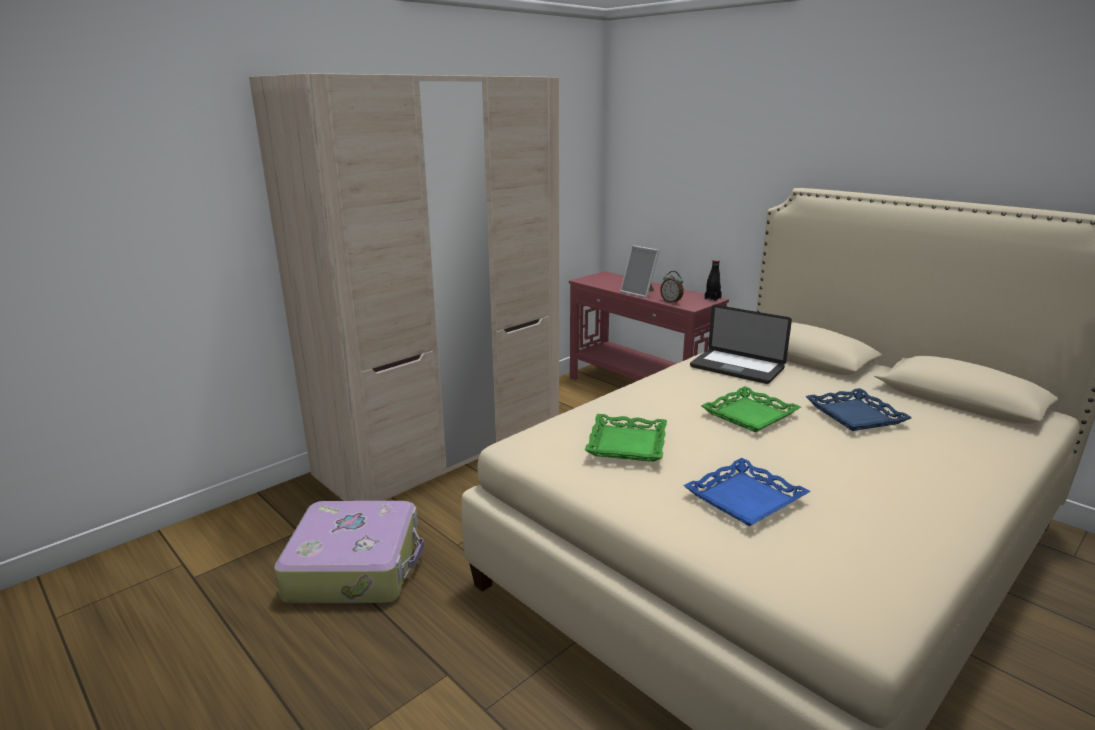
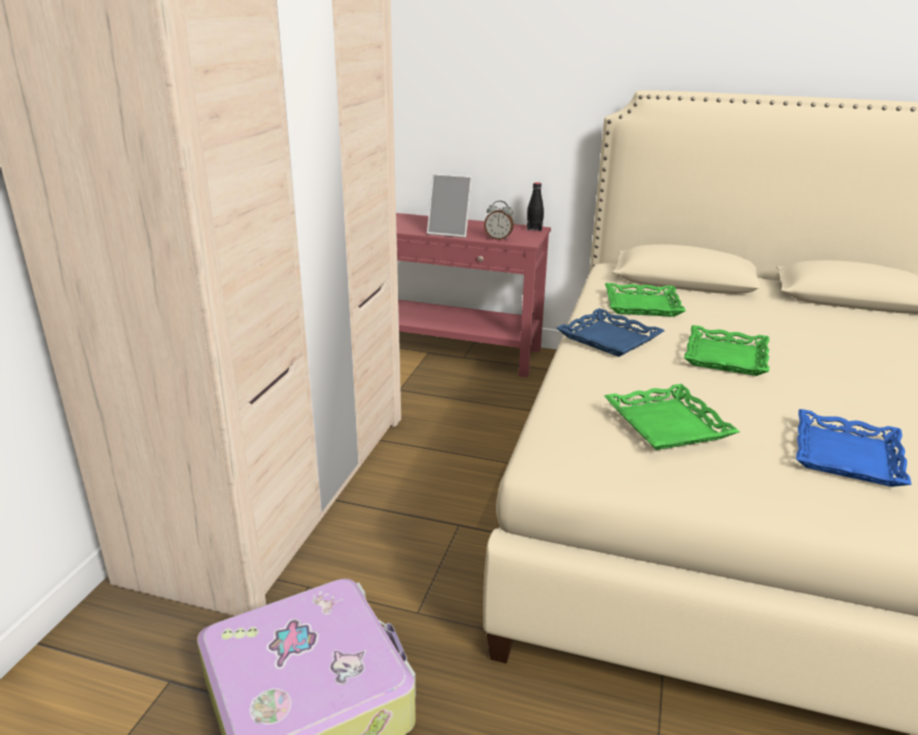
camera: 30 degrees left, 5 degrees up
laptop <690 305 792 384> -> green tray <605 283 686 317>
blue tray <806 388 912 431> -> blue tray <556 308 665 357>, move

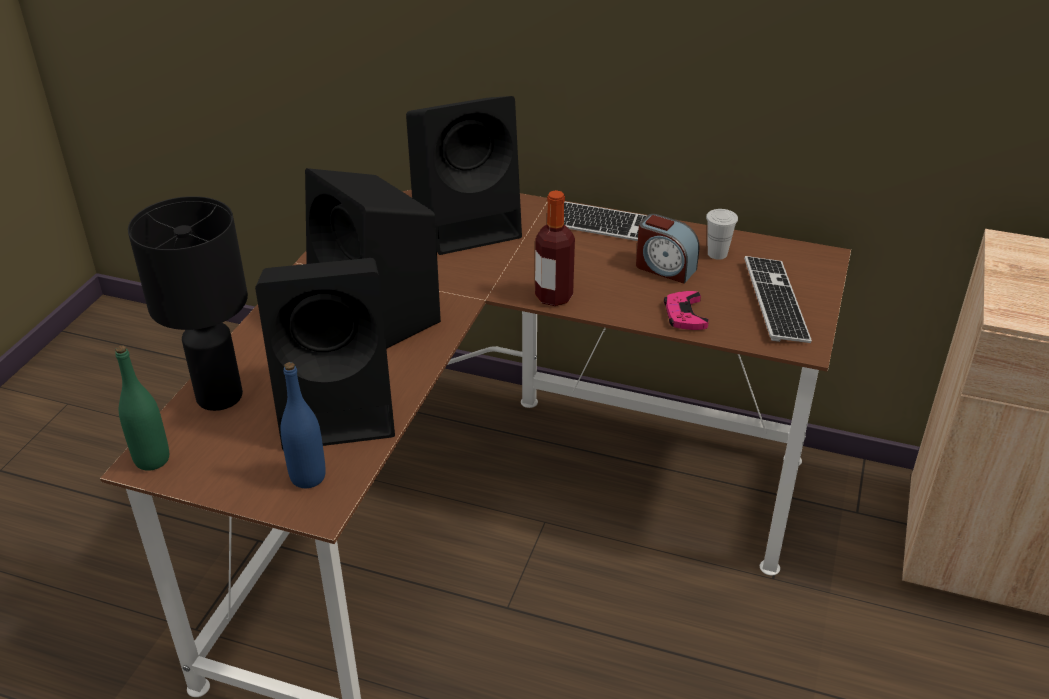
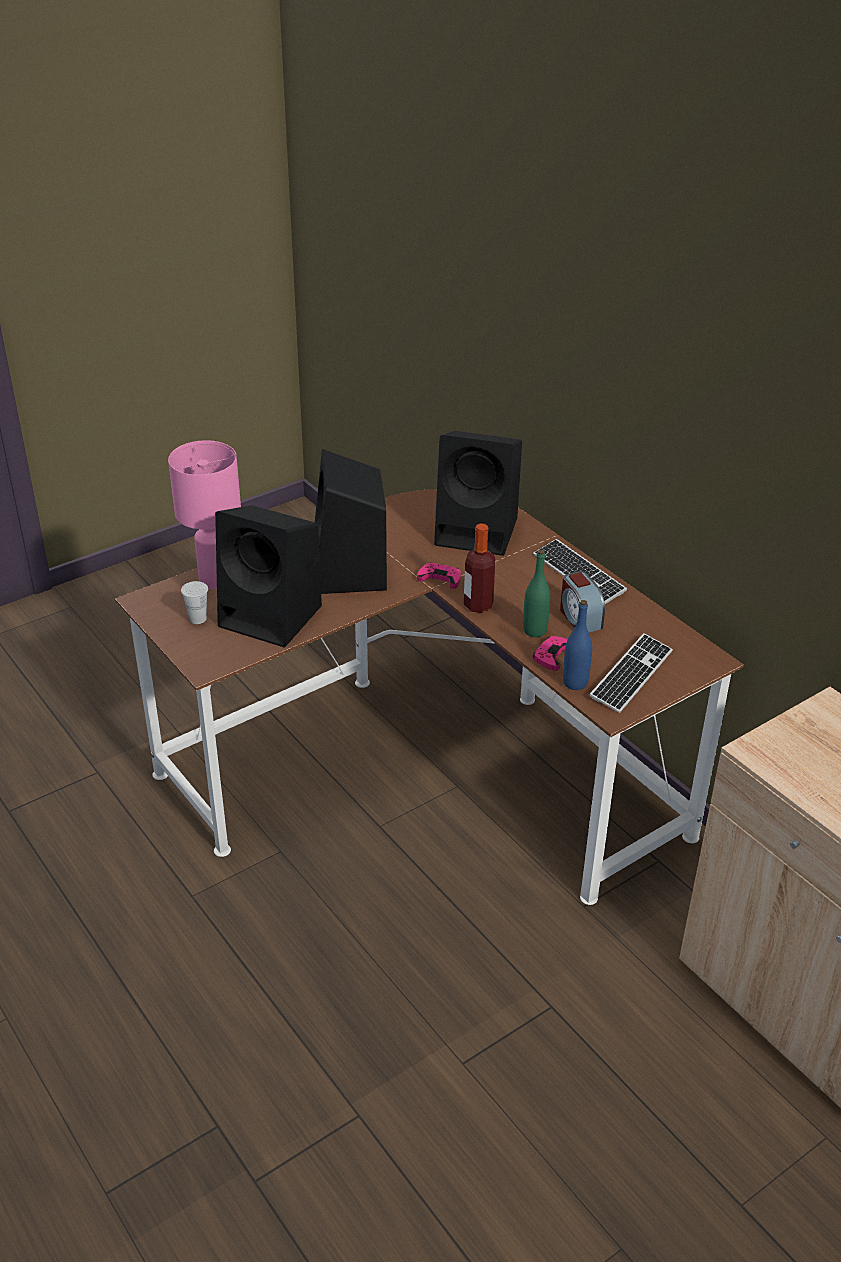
camera: 35 degrees right, 0 degrees up
green bottle <115 345 169 471> -> green bottle <523 549 550 637>, move
black table lamp <128 196 248 411> -> pink table lamp <168 440 241 589>
blue bottle <281 362 326 488> -> blue bottle <563 600 592 690>, move
white cup <706 209 738 260> -> white cup <181 581 208 624>, move
none -> pink game controller <417 563 461 589>

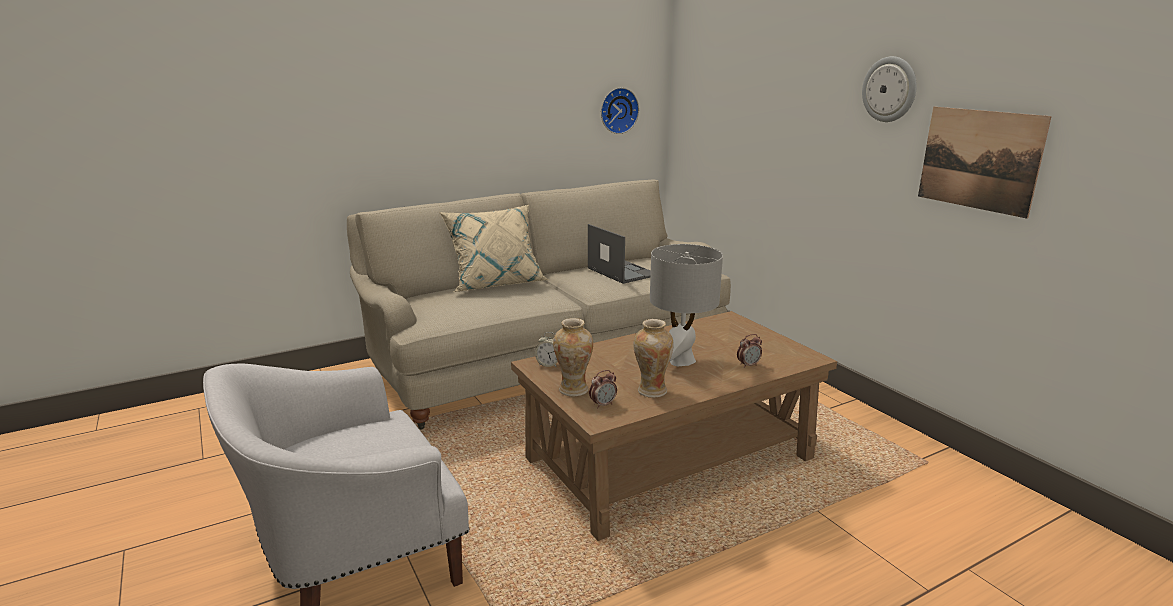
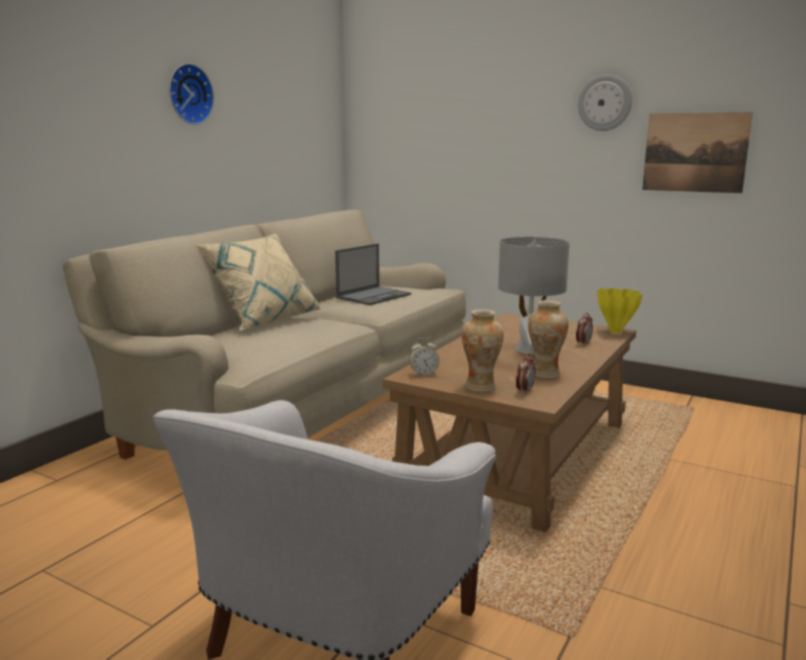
camera: 30 degrees left, 5 degrees down
laptop <588 224 651 284> -> laptop <335 244 411 305>, 105 degrees clockwise
wall clock <601 87 639 134> -> wall clock <169 63 214 125>, move
none -> yellow vase <597 288 643 333>

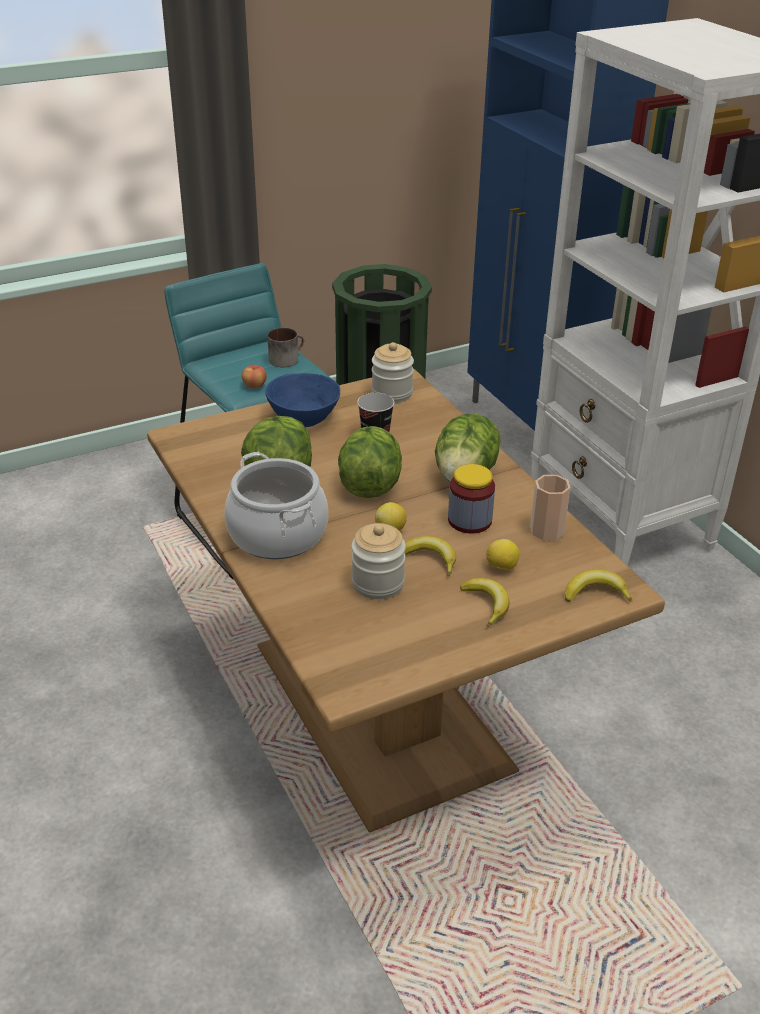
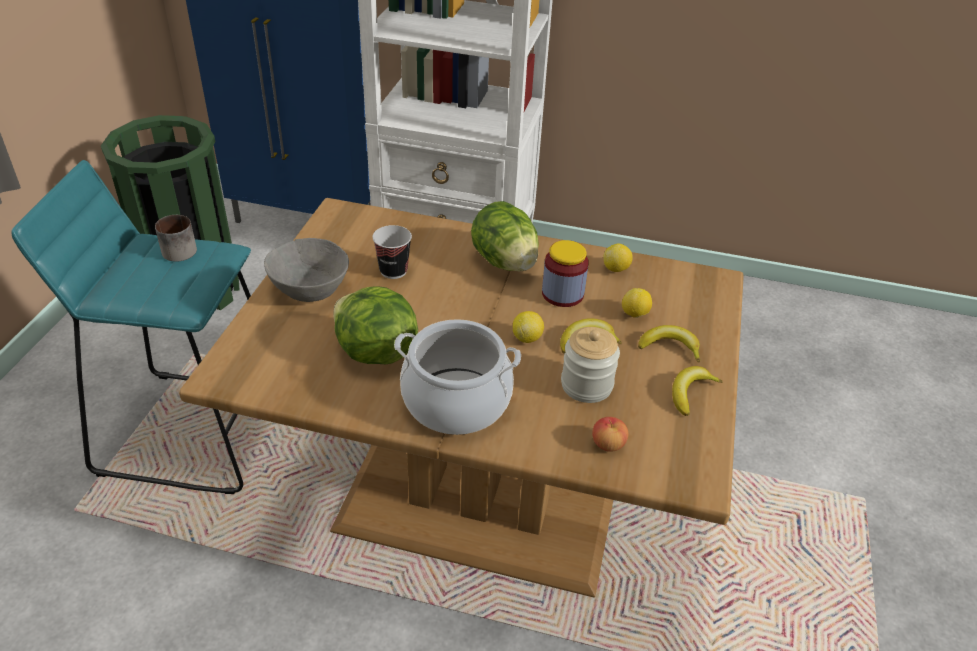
camera: 50 degrees left, 5 degrees up
apple <242 364 267 389> -> apple <592 417 628 452>, move
blue bowl <266 373 340 427> -> grey bowl <264 238 349 302>
lettuce <338 426 402 498> -> none
jar <372 342 414 403> -> none
cup <530 475 571 540> -> lemon <603 244 633 272>
banana <565 570 633 602> -> banana <672 366 722 416>, move

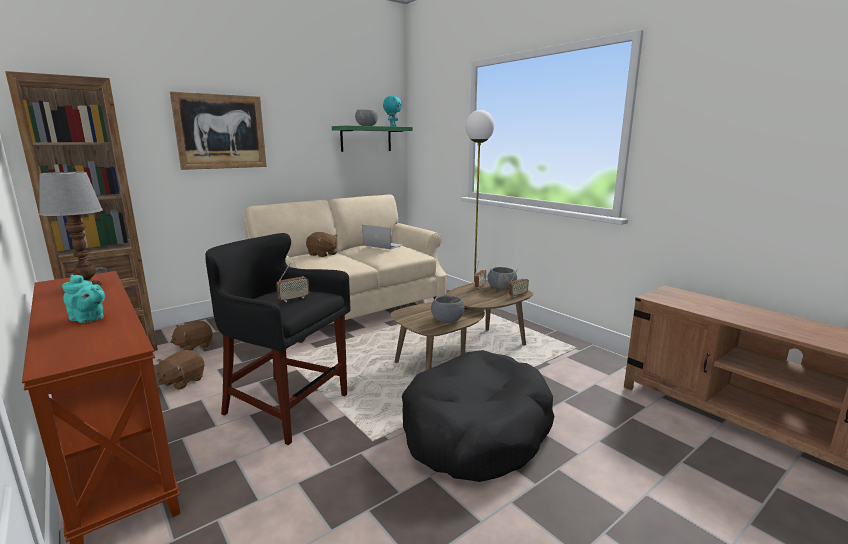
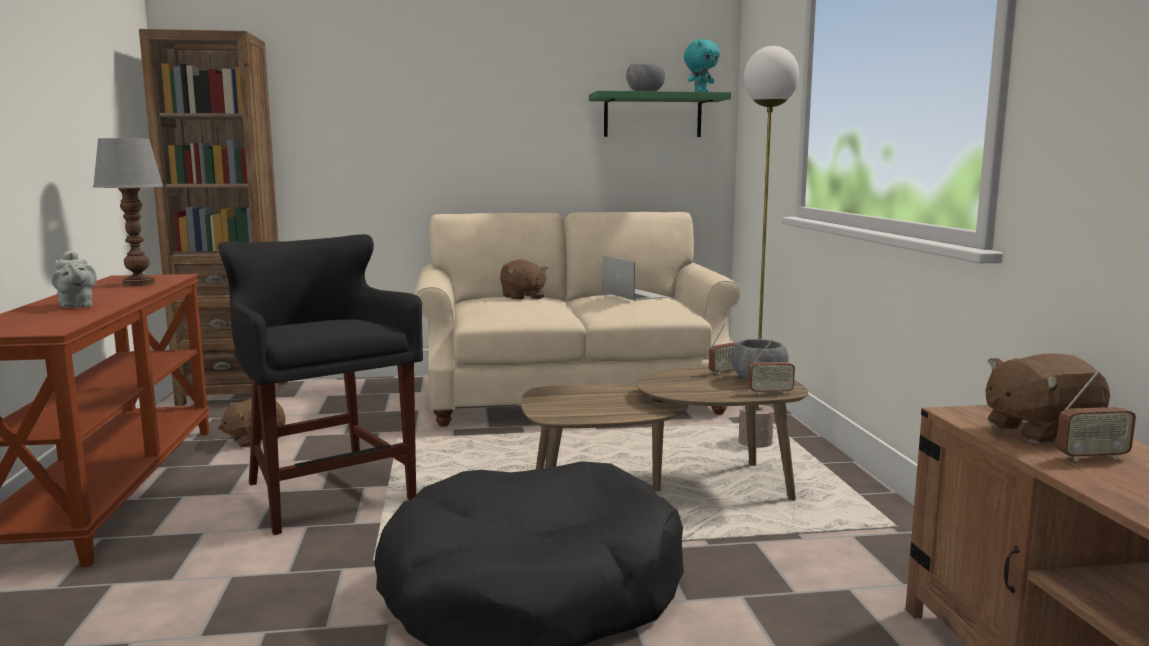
camera: 30 degrees right, 5 degrees down
turquoise teapot <62 275 105 323> -> grey teapot <51 250 97 308>
picture <170 92 267 170> -> none
brown plush toy <170 320 213 351> -> brown plush toy <986 354 1110 443>, move
radio <276 263 309 302> -> radio <1056 371 1136 461>, move
grey bowl <431 295 464 323> -> none

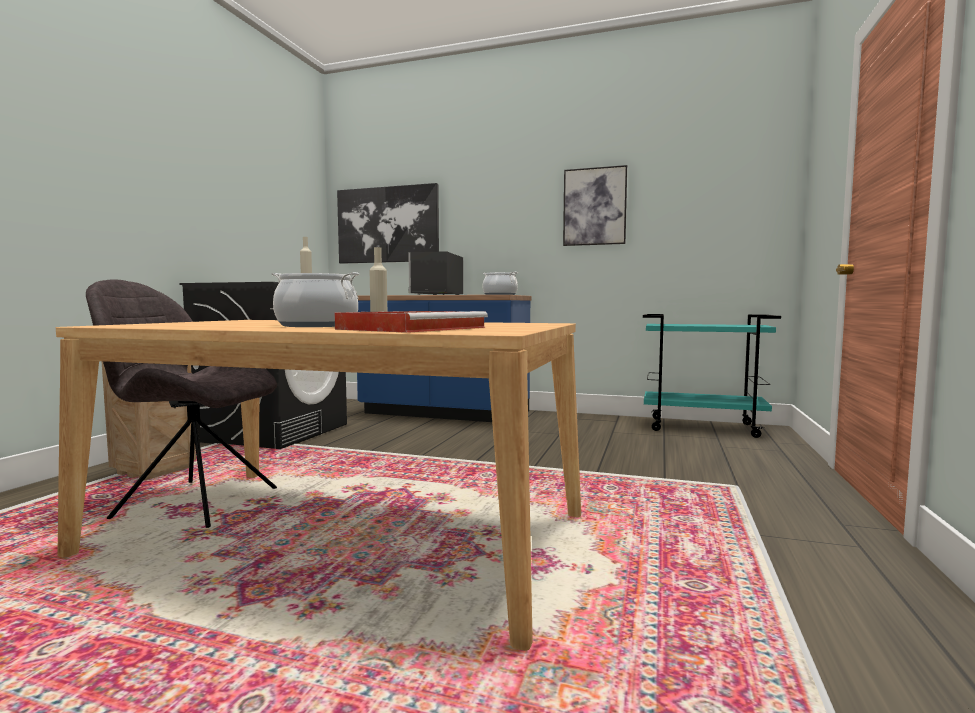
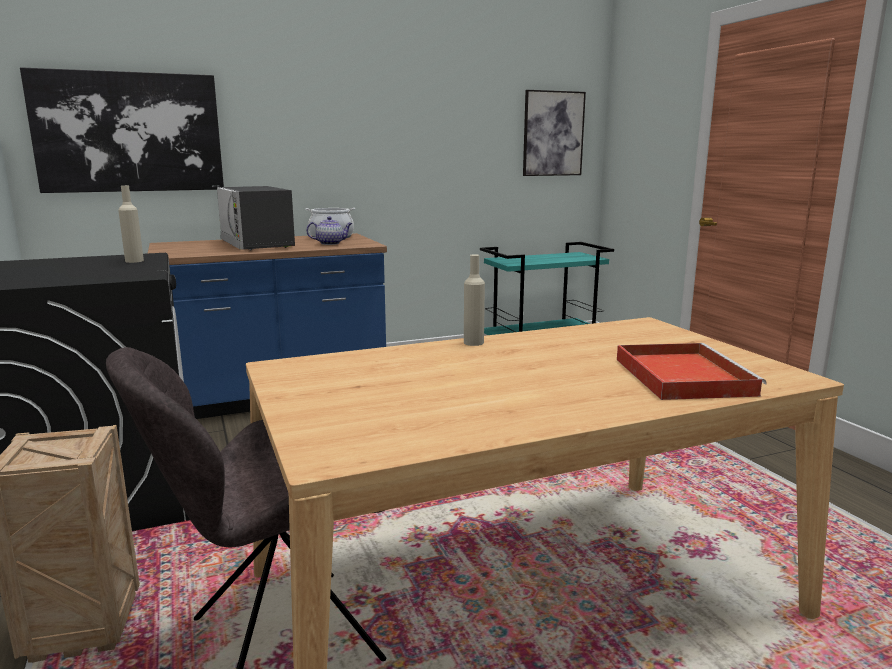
camera: 40 degrees left, 10 degrees up
cooking pot <271 272 360 327> -> none
picture <563 165 627 246> -> picture <523 90 586 176>, move
none -> teapot <306 216 352 245>

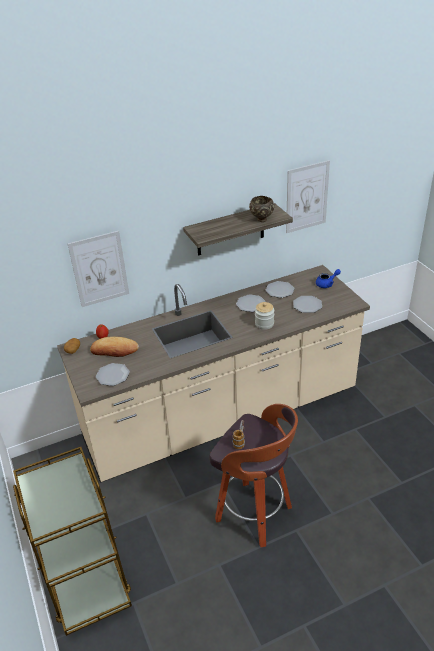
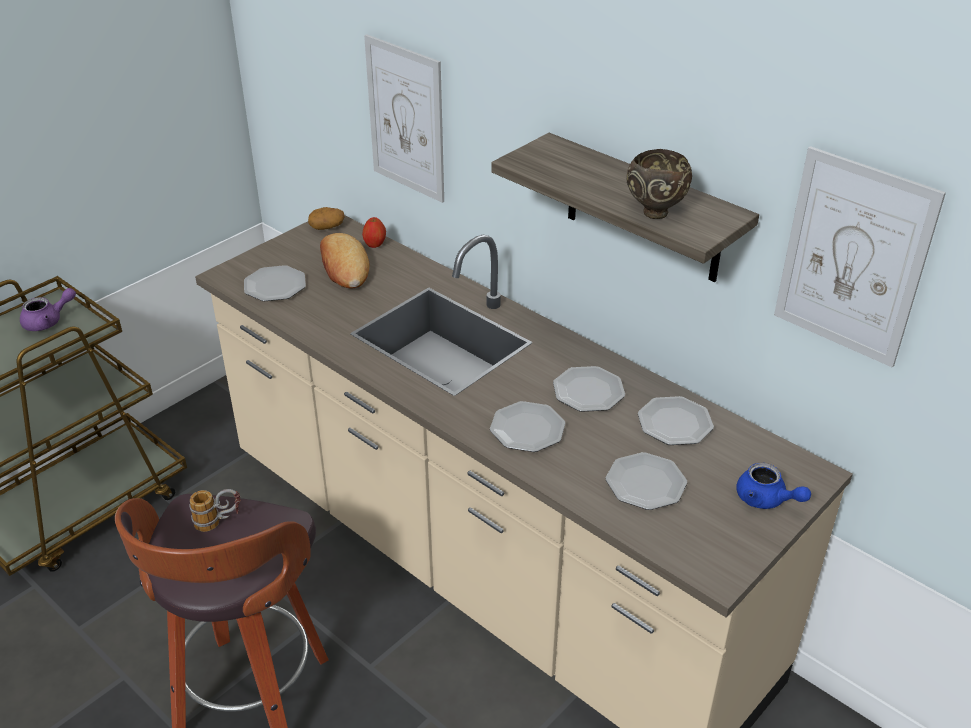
camera: 65 degrees right, 0 degrees up
jar <255 302 274 330> -> plate <490 401 565 452>
none -> purple teapot <20 288 76 331>

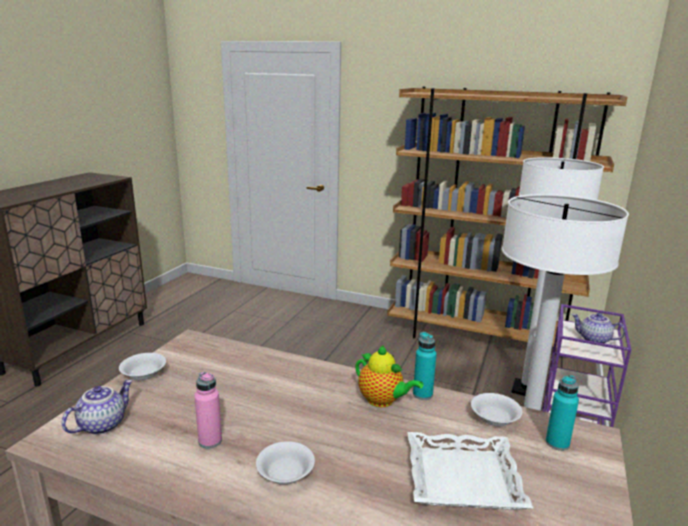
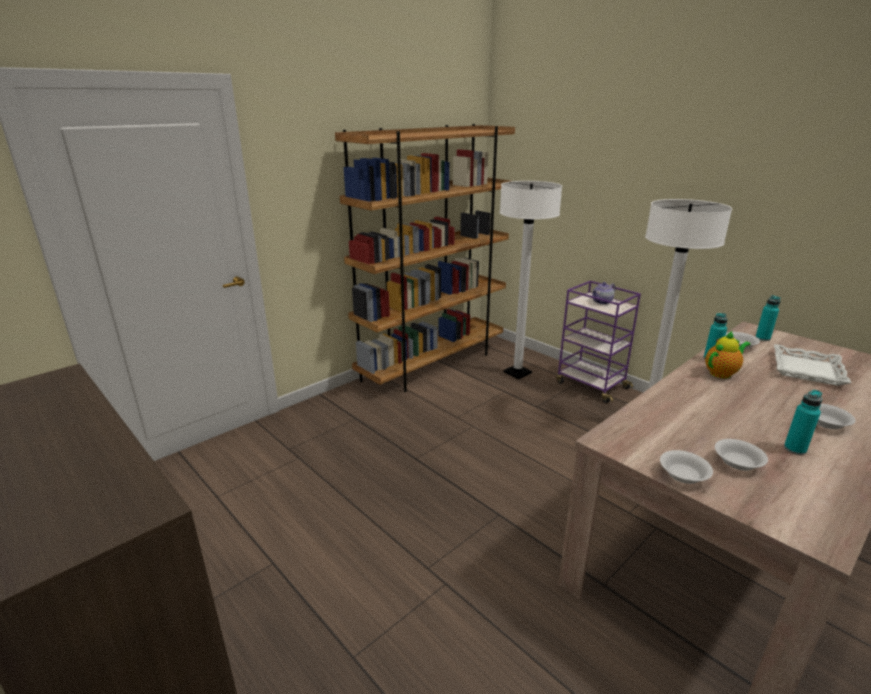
camera: 65 degrees left, 5 degrees up
teapot <62 380 133 435> -> none
pink bottle <194 372 222 449> -> turquoise bottle <784 390 823 455>
none -> white bowl <715 439 768 471>

